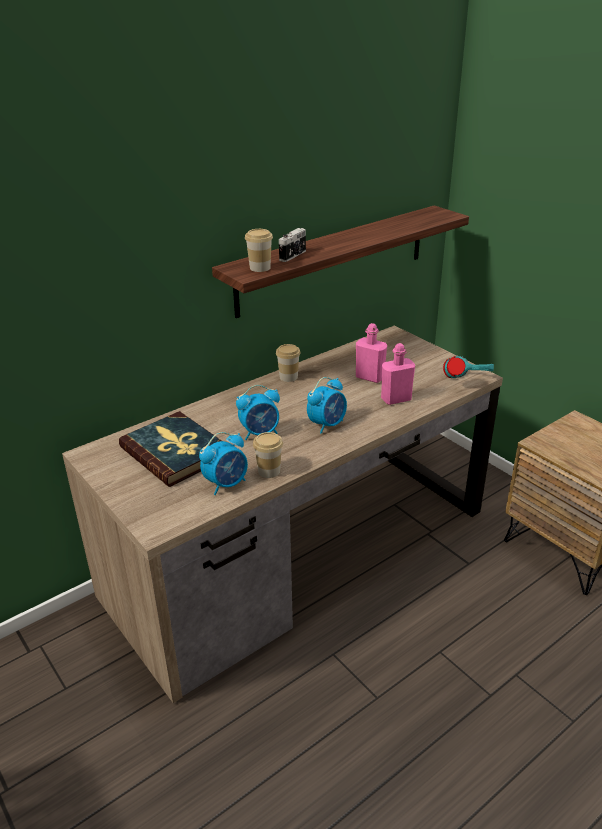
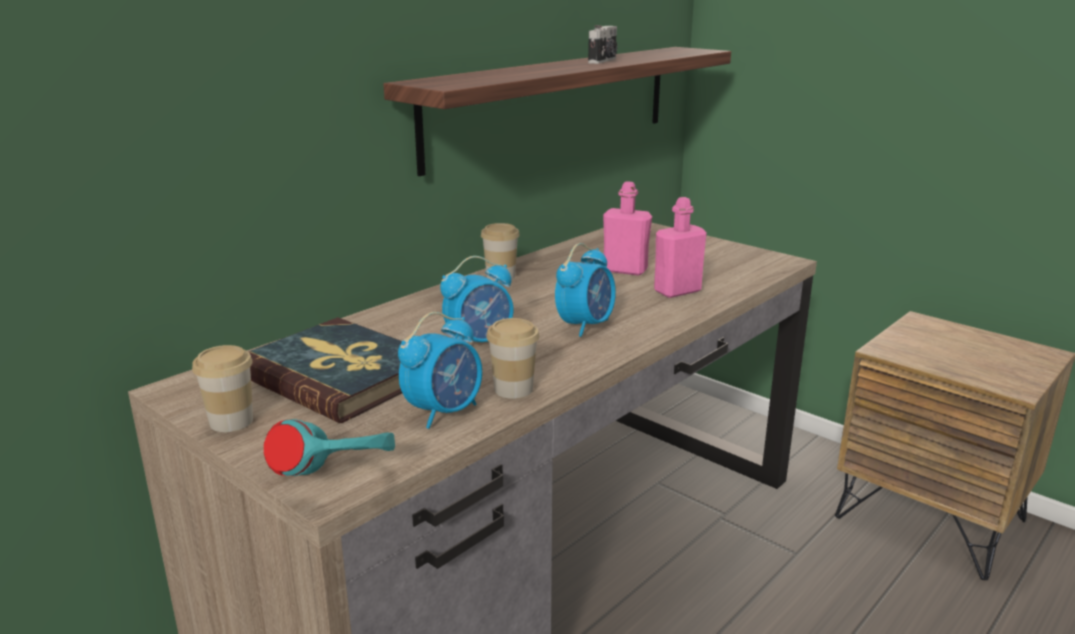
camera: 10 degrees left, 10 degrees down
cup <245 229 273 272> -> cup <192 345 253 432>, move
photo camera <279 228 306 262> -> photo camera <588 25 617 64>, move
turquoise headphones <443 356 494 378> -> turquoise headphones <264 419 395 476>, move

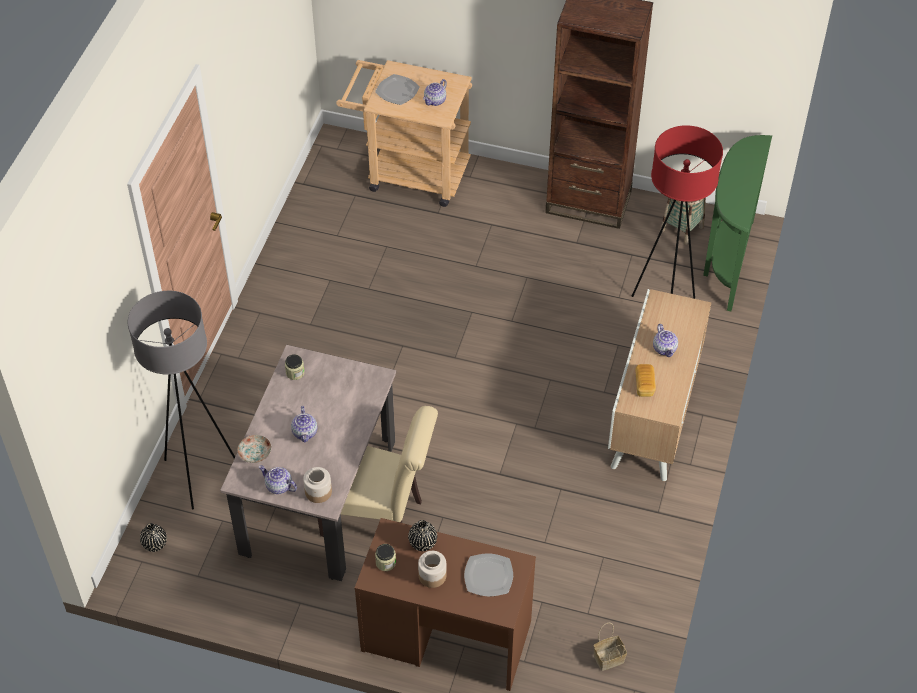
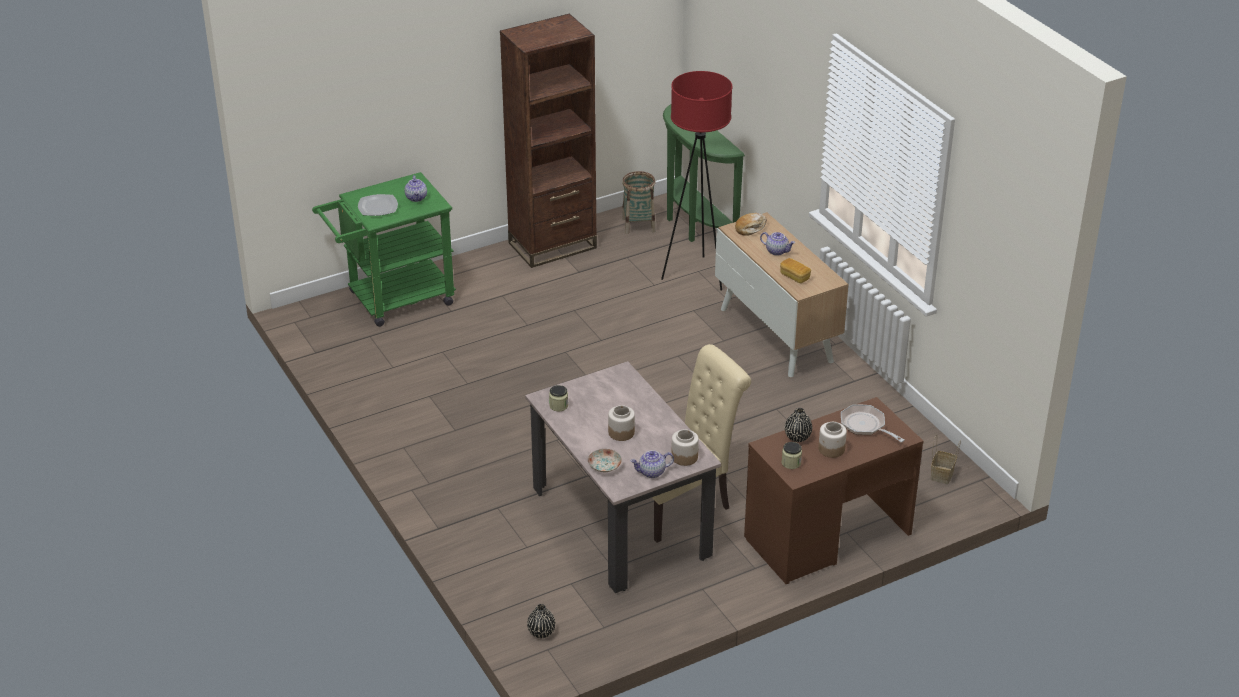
camera: 45 degrees left, 15 degrees down
grey floor lamp <128 291 235 510> -> none
teapot <291 406 317 442> -> jar <608 405 635 441>
beige cart <336 60 472 207> -> green cart <312 172 456 327>
plate <464 553 513 596> -> frying pan <841 404 905 442>
none -> bread <735 213 767 236>

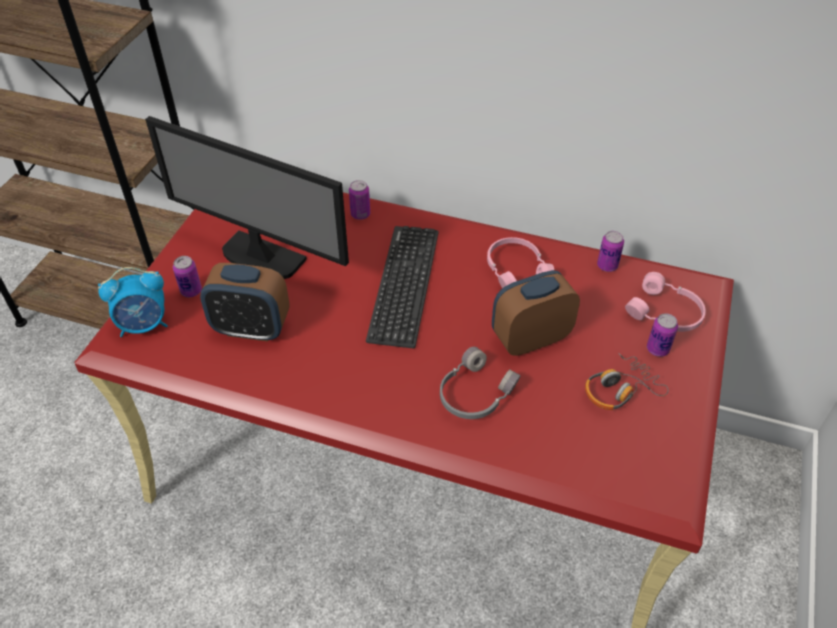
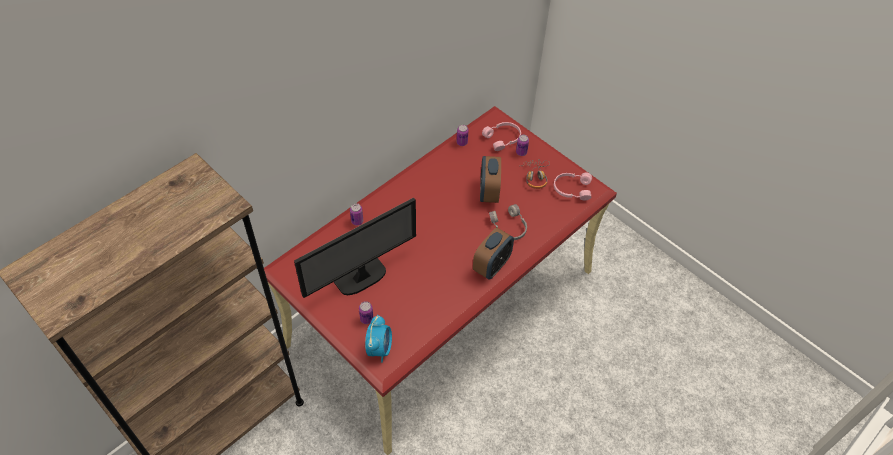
camera: 65 degrees left, 5 degrees up
alarm clock <200 263 290 342> -> alarm clock <473 228 514 280>, move
keyboard <366 226 439 348> -> none
pink headphones <487 237 554 288> -> pink headphones <554 172 592 200>, move

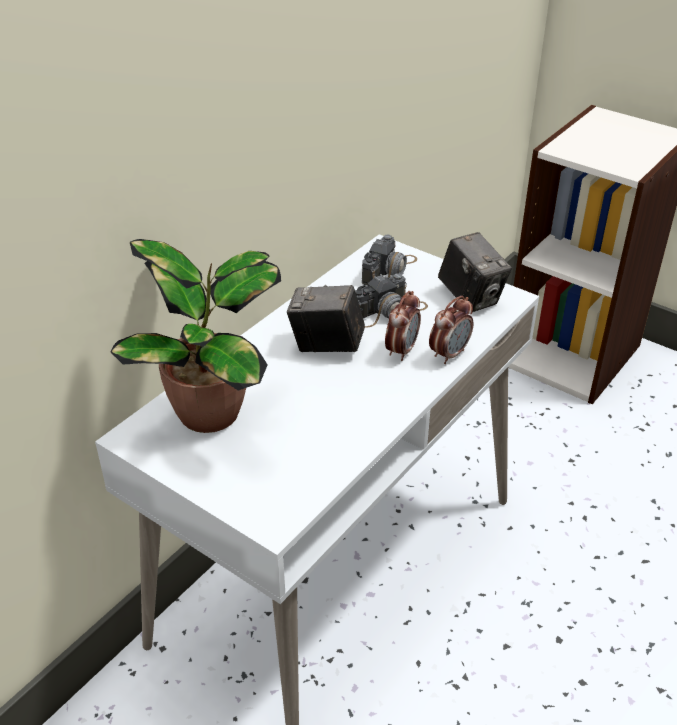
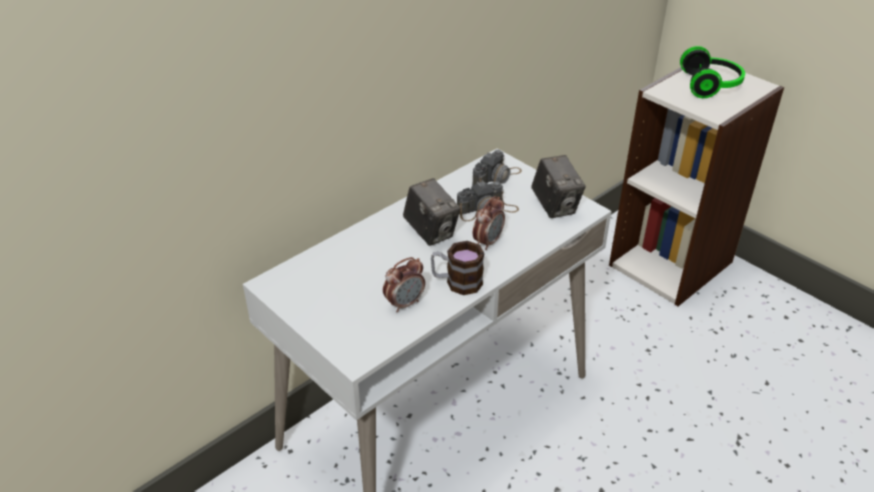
camera: 10 degrees right, 0 degrees up
potted plant <111 239 281 433> -> none
photo camera <287 285 365 352> -> photo camera <403 178 461 246>, 150 degrees counterclockwise
alarm clock <429 296 474 364> -> alarm clock <383 257 425 312>, move
none -> mug <431 241 484 295>
none -> headphones <680 46 745 98>

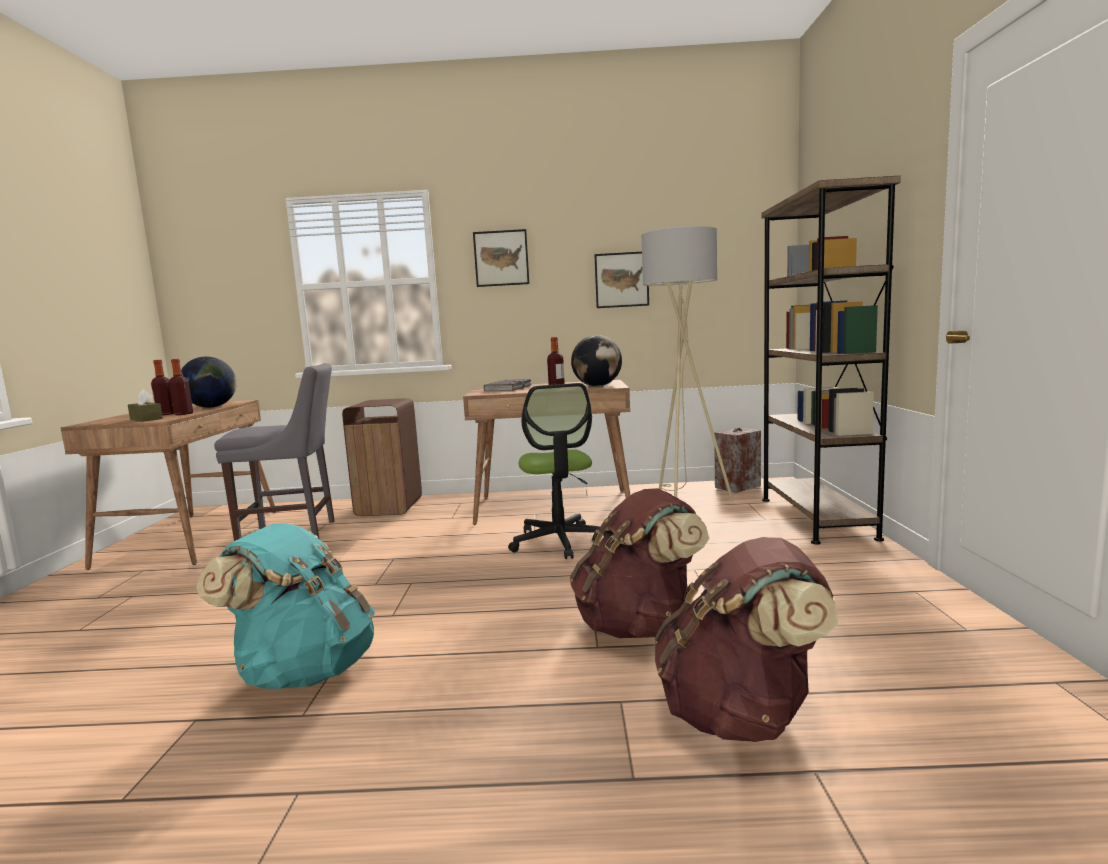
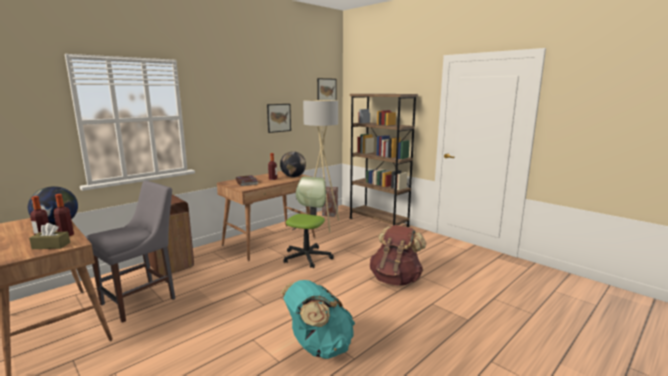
camera: 45 degrees left, 5 degrees up
picture <473 229 529 287> -> picture <317 78 337 100>, move
office chair <508 383 607 559> -> office chair <283 176 334 268>, 105 degrees counterclockwise
brown backpack <654 537 838 742> -> none

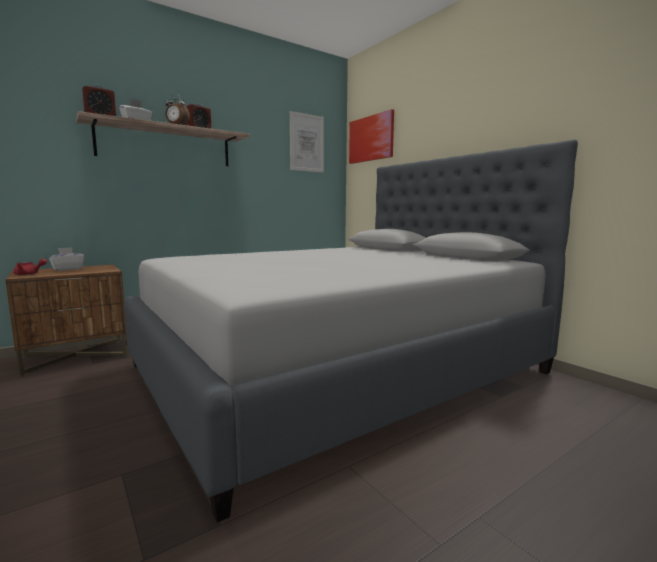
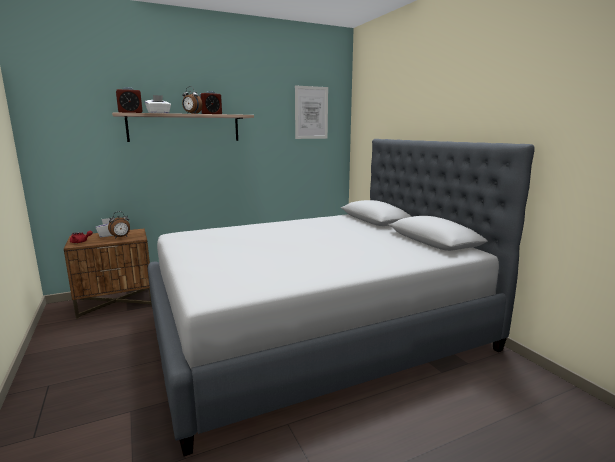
camera: 10 degrees right, 5 degrees up
picture <349 109 394 164> -> none
none -> alarm clock <108 211 130 239>

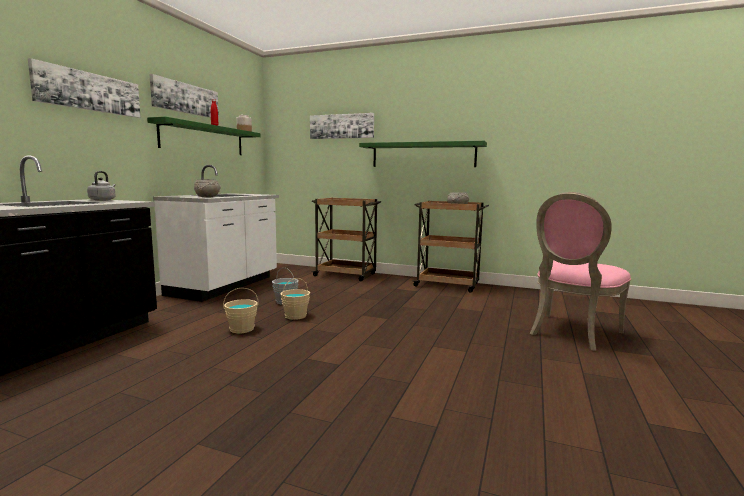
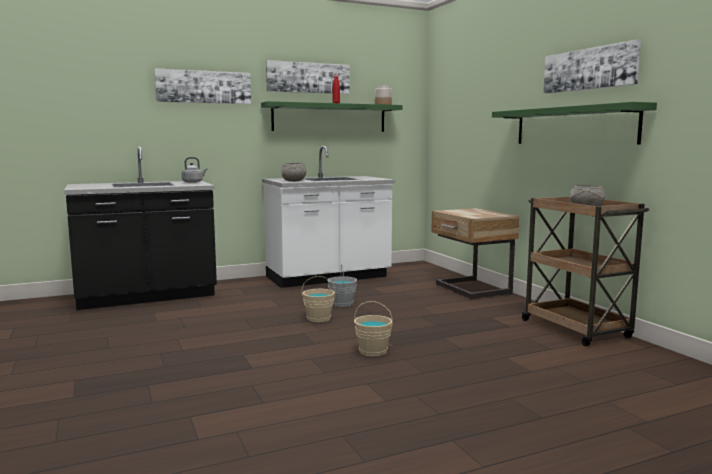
camera: 45 degrees right, 0 degrees up
beige bucket <223 288 258 334> -> beige bucket <354 301 393 356>, move
picture <310 113 374 139> -> picture <543 39 641 94>, move
brown cart <312 198 381 281> -> beige nightstand <431 208 519 300>
pink chair <529 192 631 351> -> none

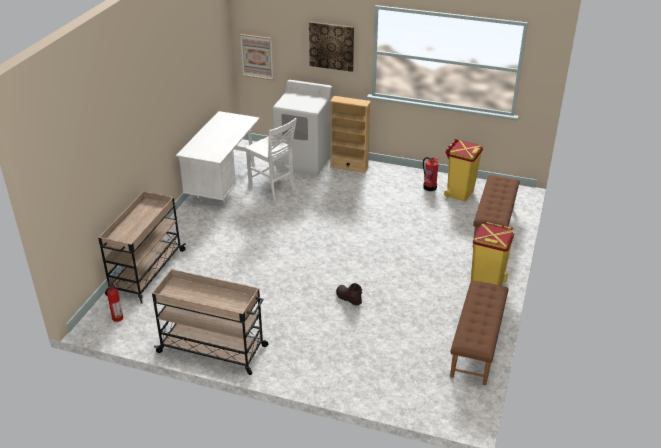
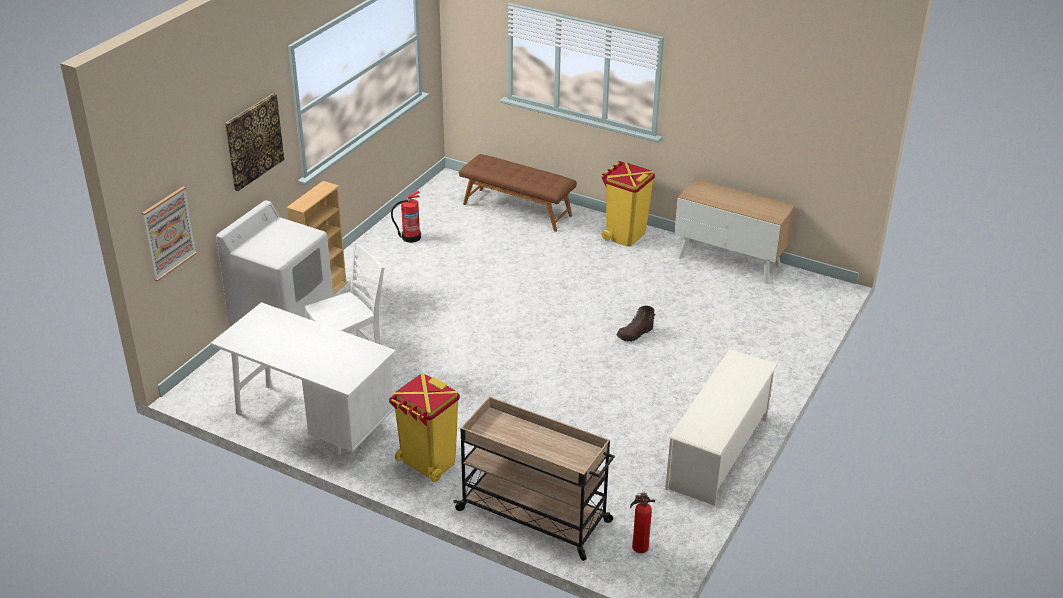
camera: 80 degrees left, 0 degrees up
beige cart <152 269 268 375> -> white shoe rack <665 349 778 506>
yellow trash can <444 139 483 201> -> yellow trash can <389 373 460 482>, move
brown bench <450 280 509 385> -> cabinet <674 179 795 284>

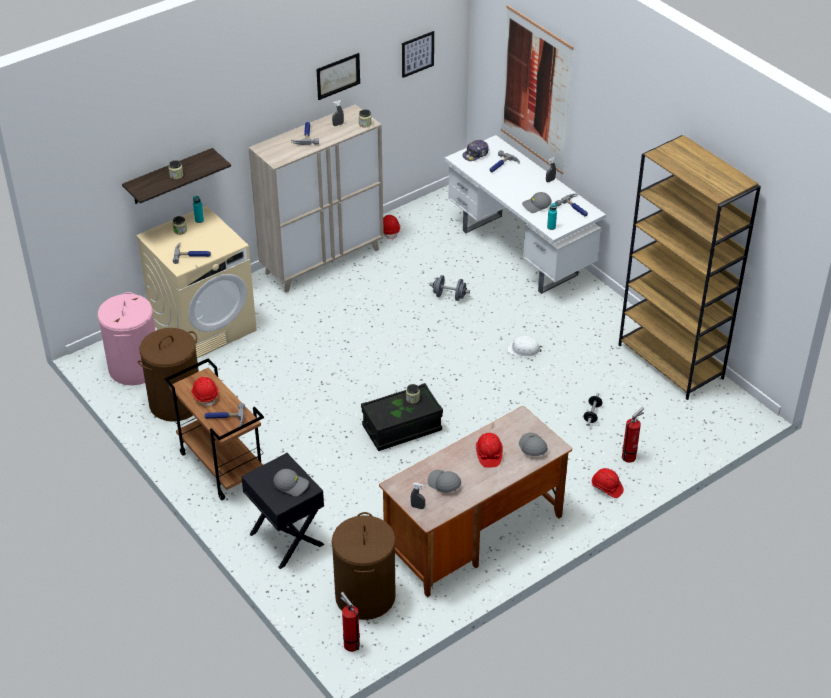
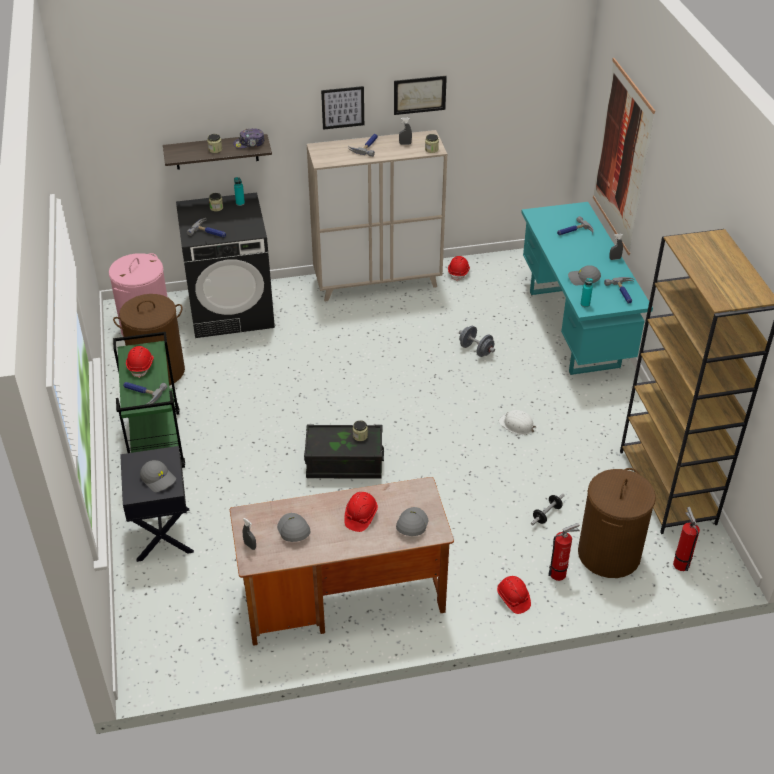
camera: 25 degrees right, 0 degrees up
beige washing machine <136 206 257 358> -> black washing machine <176 193 275 338>
brown cart <164 358 264 500> -> green cart <113 332 185 468>
brown laundry basket <332 512 396 620> -> brown laundry basket <578 468 656 578>, move
fire extinguisher <340 592 360 652> -> fire extinguisher <673 507 700 571>, move
picture <402 31 434 78> -> picture <321 86 364 130>, move
white desk <445 135 606 294> -> turquoise desk <521 202 653 375>
cap <463 140 488 161> -> cap <233 128 265 149>, move

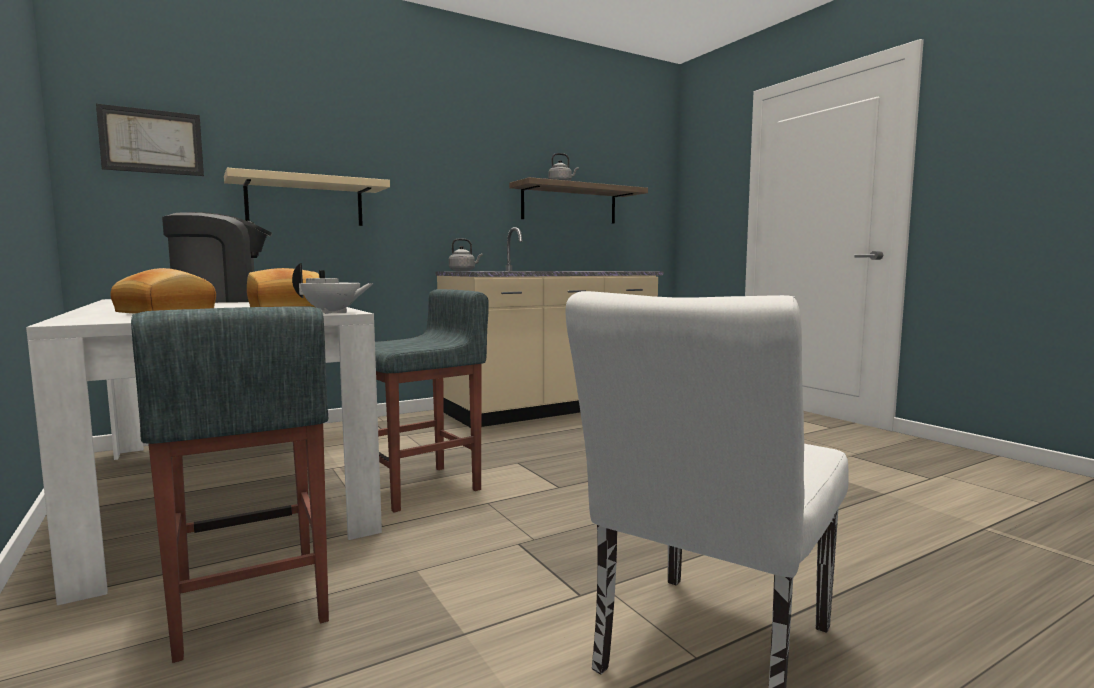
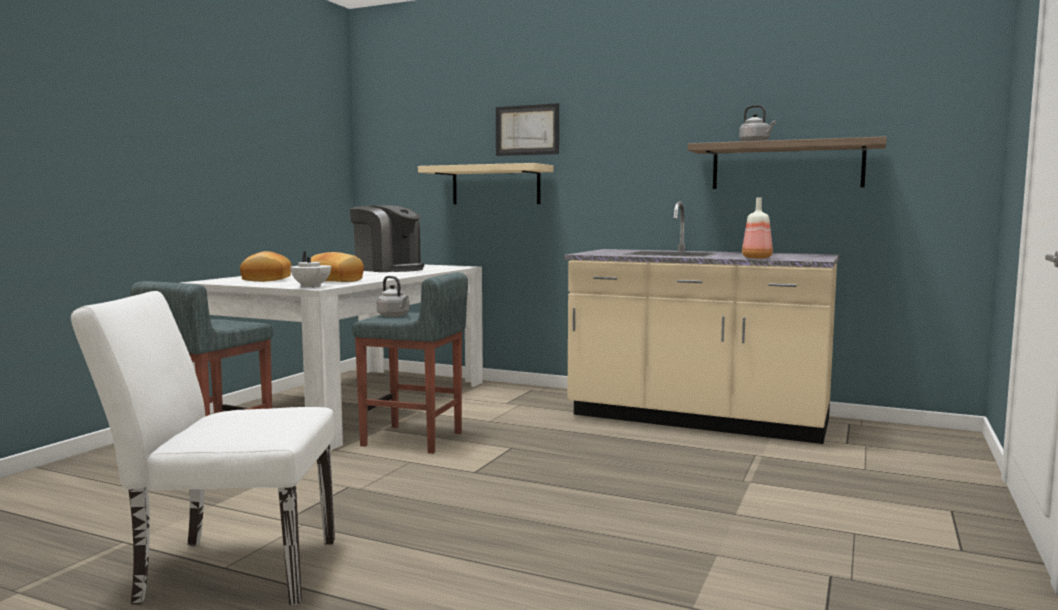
camera: 55 degrees right, 0 degrees up
picture <96 104 204 176> -> picture <496 103 559 156>, move
grey kettle <449 238 483 271> -> grey kettle <377 276 410 317>, move
none -> bottle <742 197 773 259>

